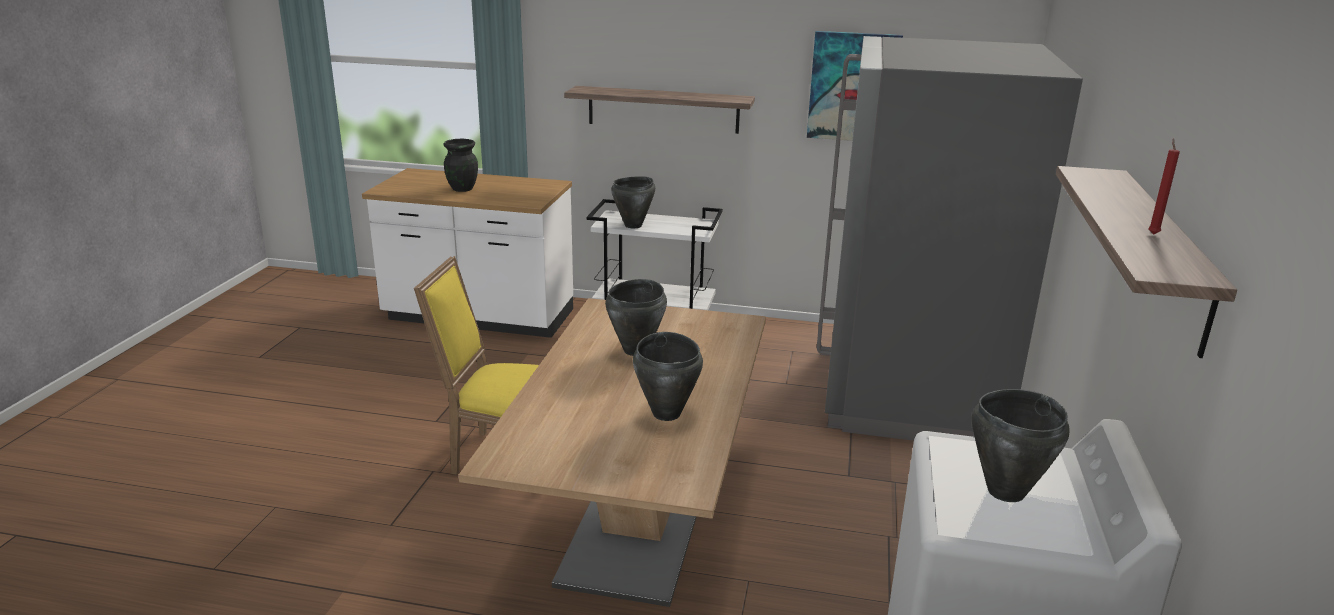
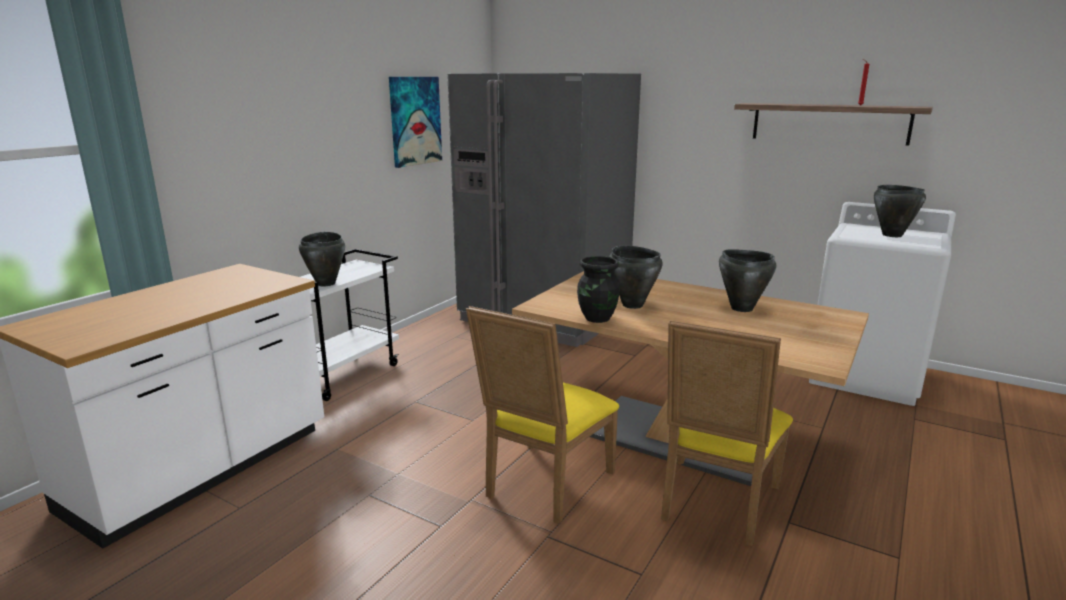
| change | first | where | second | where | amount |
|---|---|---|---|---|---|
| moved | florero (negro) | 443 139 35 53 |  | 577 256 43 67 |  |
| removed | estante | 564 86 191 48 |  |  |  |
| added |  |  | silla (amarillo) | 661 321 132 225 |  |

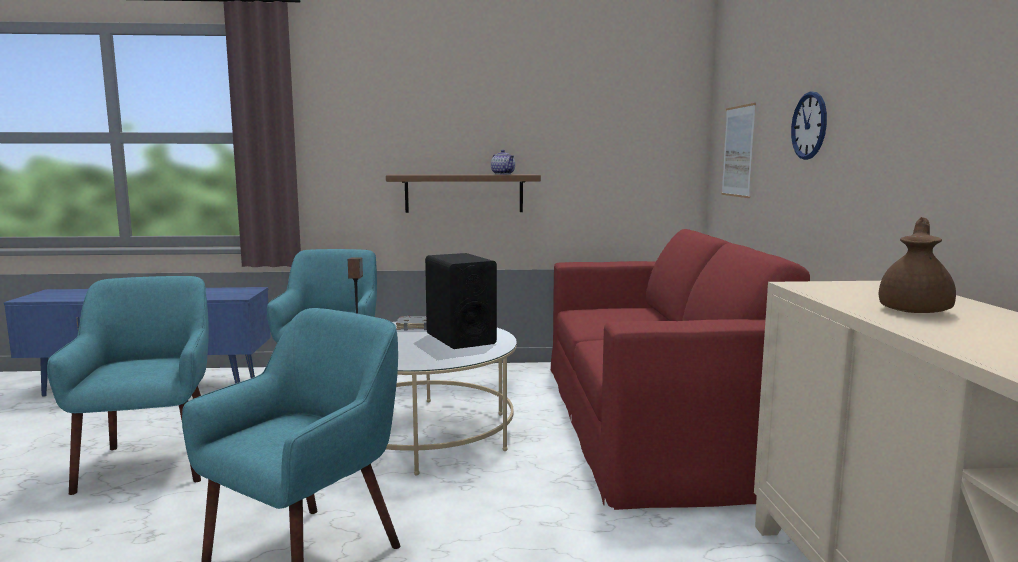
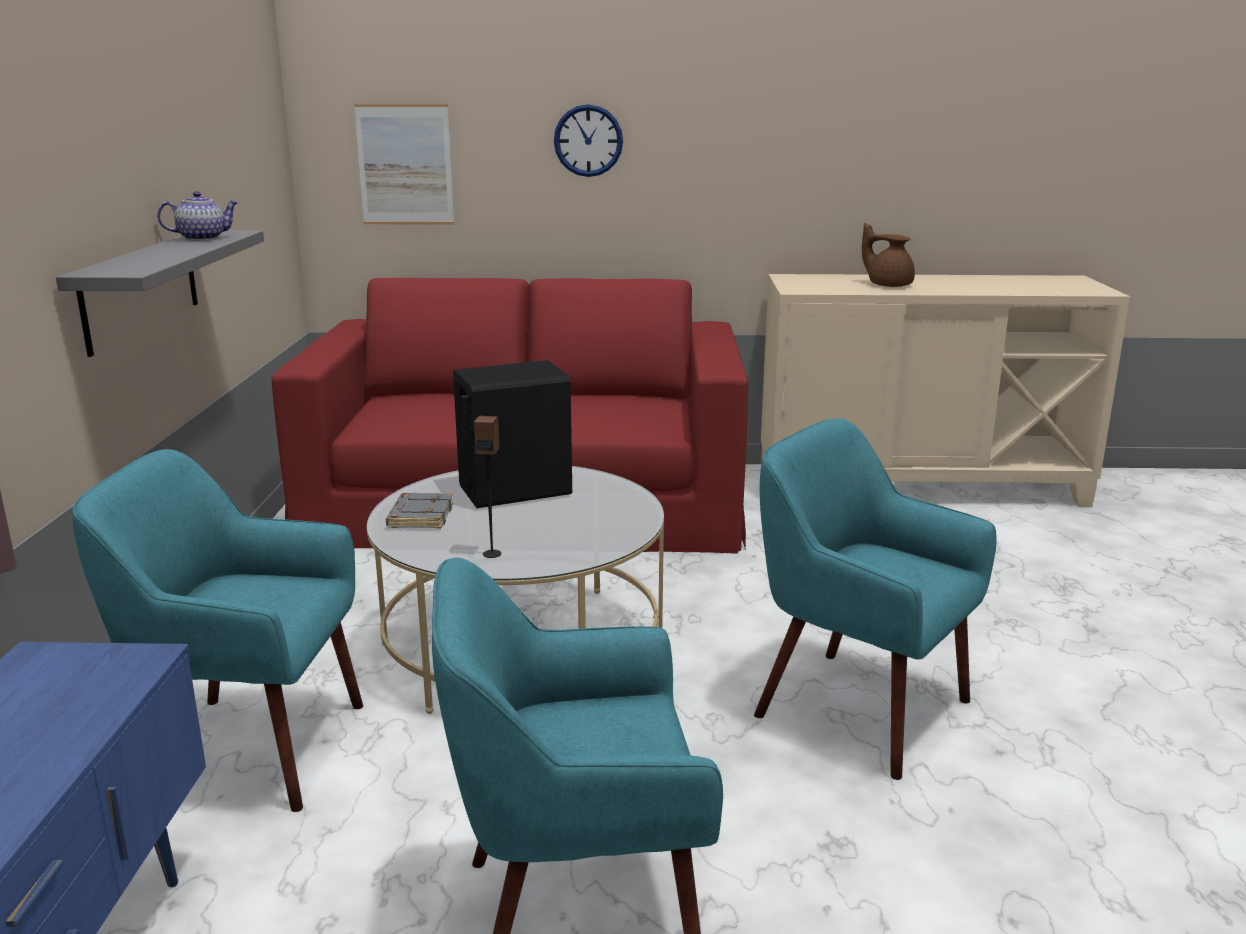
| change | first | where | second | where | amount |
|---|---|---|---|---|---|
| recoloured | estante (marrón) | 386 174 155 39 | estante (gris) | 56 230 208 127 |  |

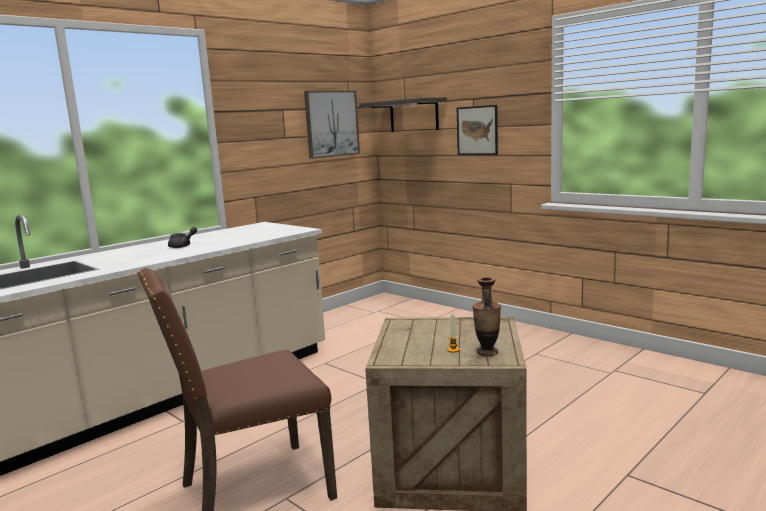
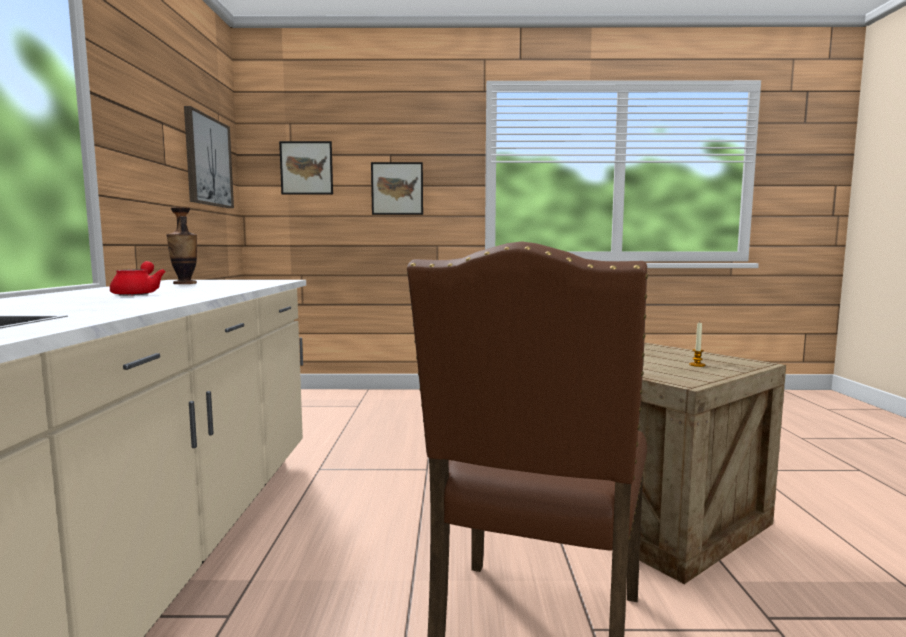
| change | first | where | second | where | amount |
|---|---|---|---|---|---|
| recoloured | tetera (gris) | 168 227 29 21 | tetera (rojo) | 110 261 56 35 |  |
| replaced | estante | 359 97 88 35 | cuadro | 279 141 54 54 |  |
| moved | florero | 473 277 28 80 |  | 167 207 30 77 |  |

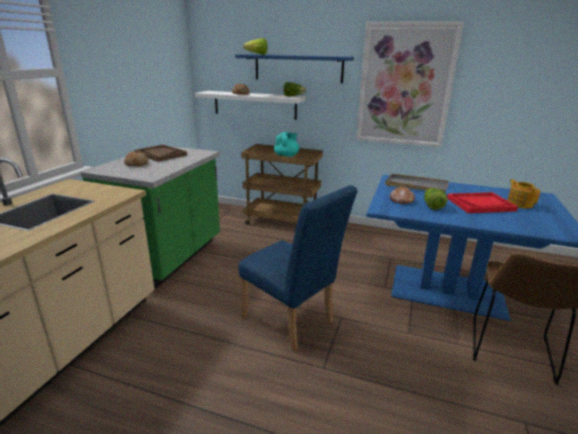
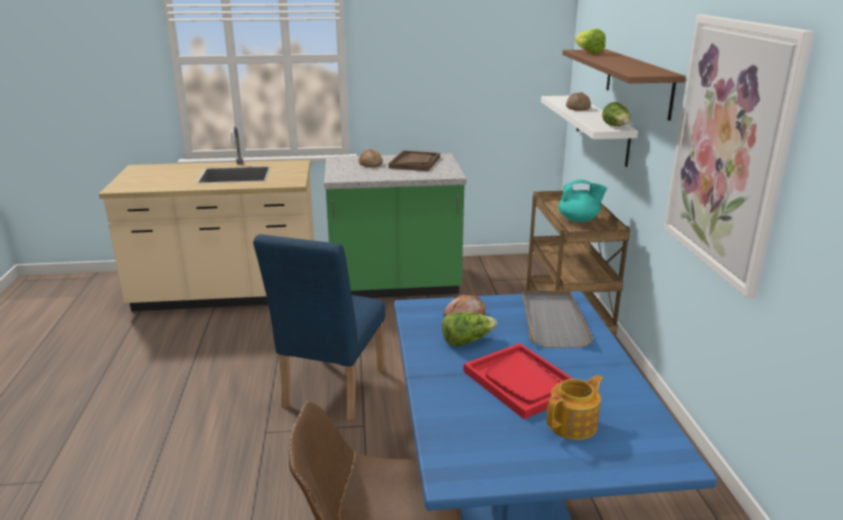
| change | first | where | second | where | amount |
|---|---|---|---|---|---|
| recoloured | estante (azul) | 235 54 119 29 | estante (marrón) | 563 49 123 72 |  |

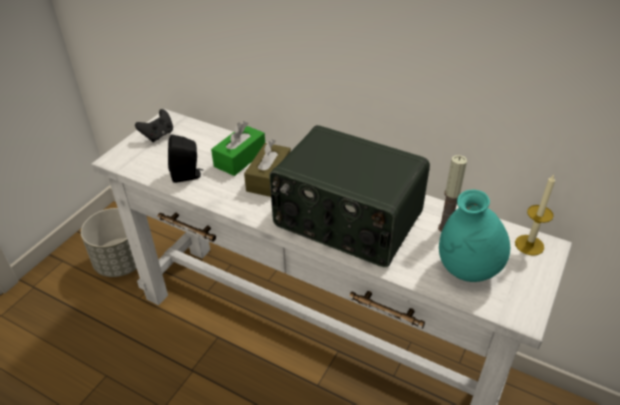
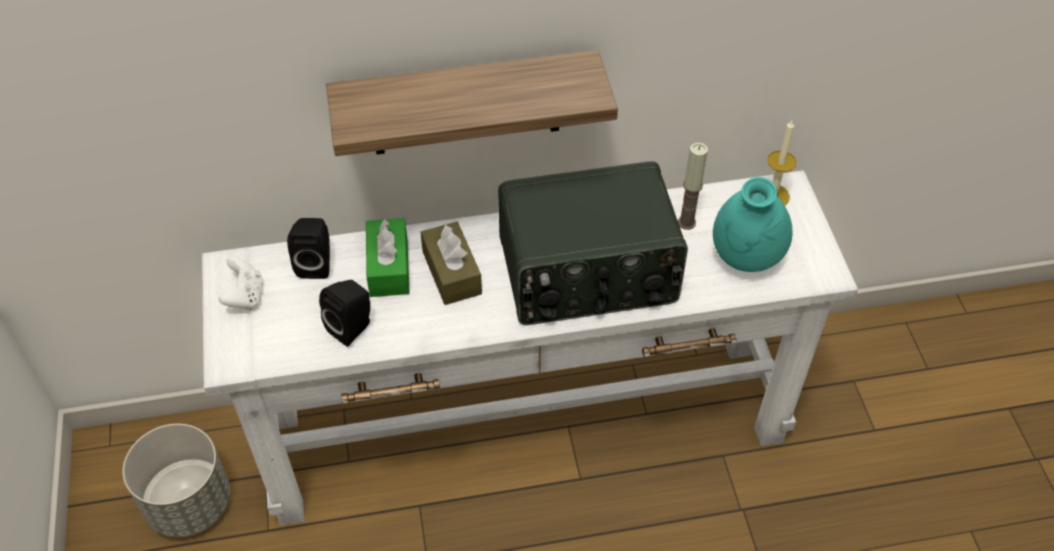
| change | first | where | second | where | amount |
|---|---|---|---|---|---|
| recoloured | mando de consola (negro) | 135 109 38 33 | mando de consola (blanco) | 218 257 46 53 |  |
| added |  |  | altavoz (negro) | 287 218 43 61 |  |
| added |  |  | estante | 326 50 292 106 |  |

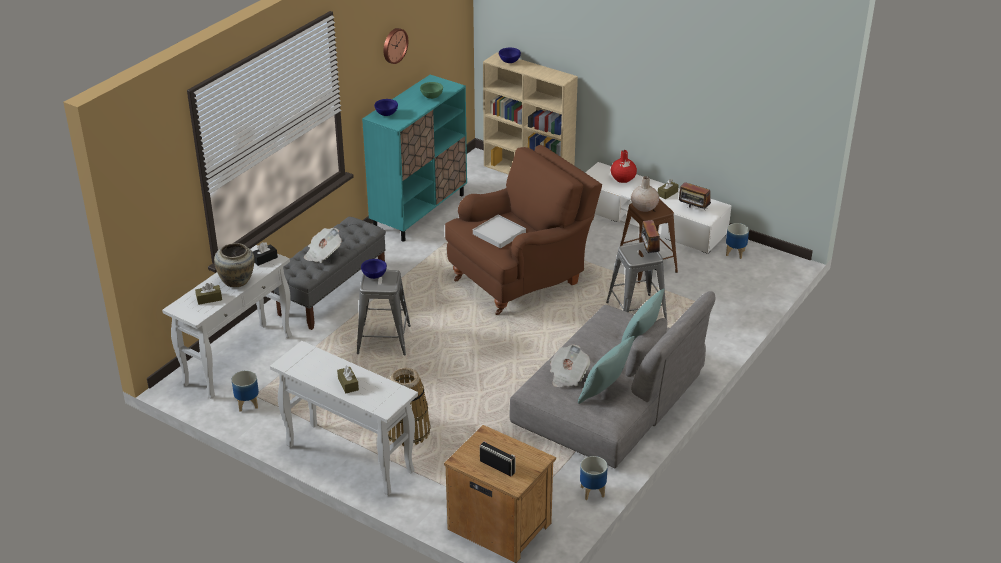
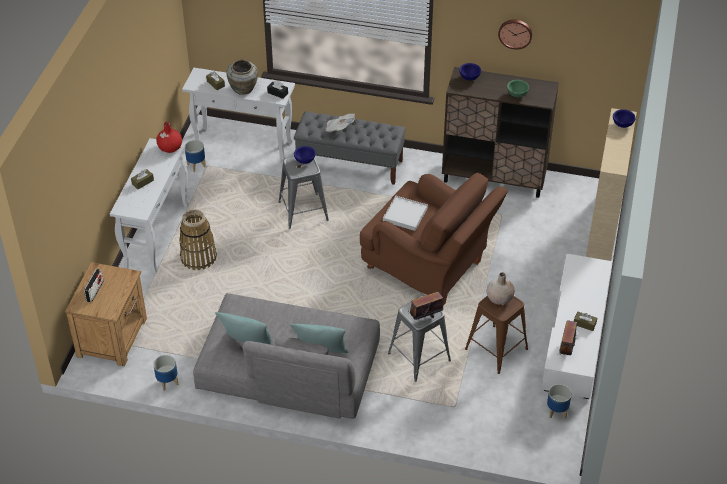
| change | first | where | second | where | amount |
|---|---|---|---|---|---|
| recoloured | armario (turquesa) | 362 75 105 167 | armario (marrón) | 442 67 117 131 |  |
| removed | periódico | 550 345 40 42 |  |  |  |
| moved | florero (rojo) | 611 150 26 33 |  | 156 122 26 31 |  |

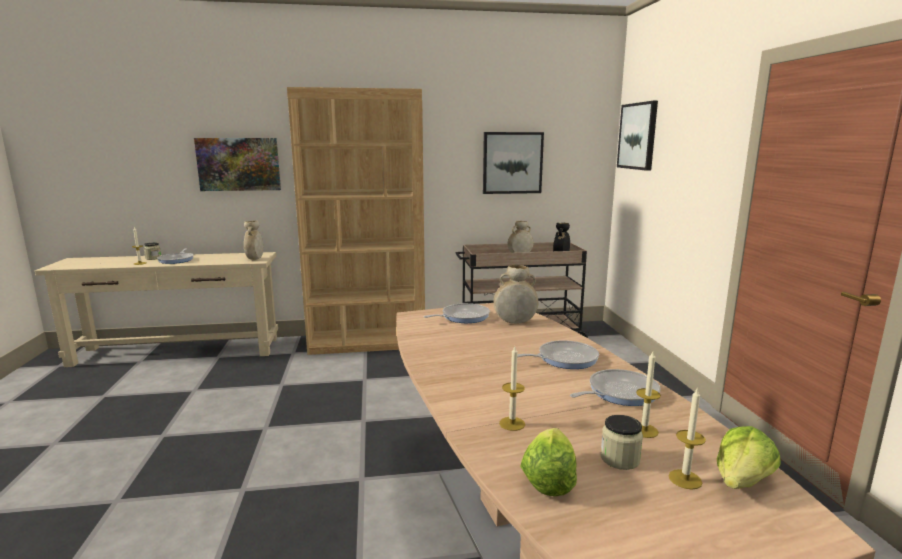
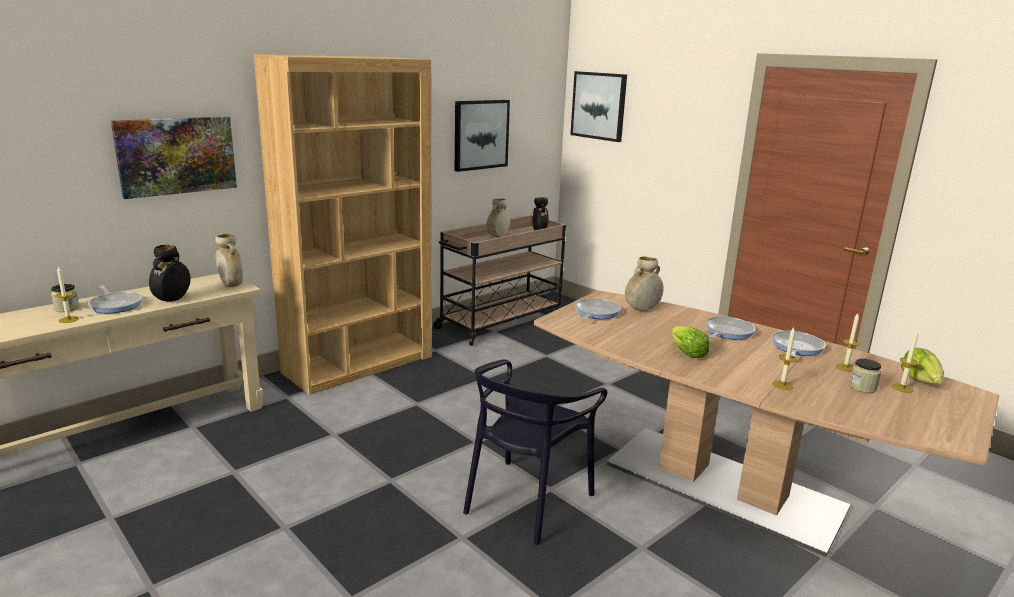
| change | first | where | second | where | amount |
|---|---|---|---|---|---|
| moved | lechuga | 520 428 57 68 |  | 672 326 38 32 |  |
| added |  |  | florero (negro) | 149 245 41 56 |  |
| added |  |  | silla (negro) | 463 359 144 186 |  |

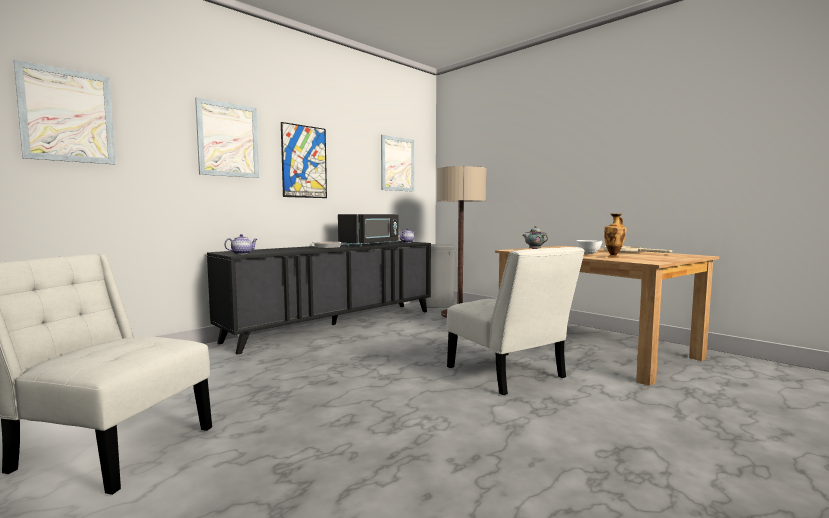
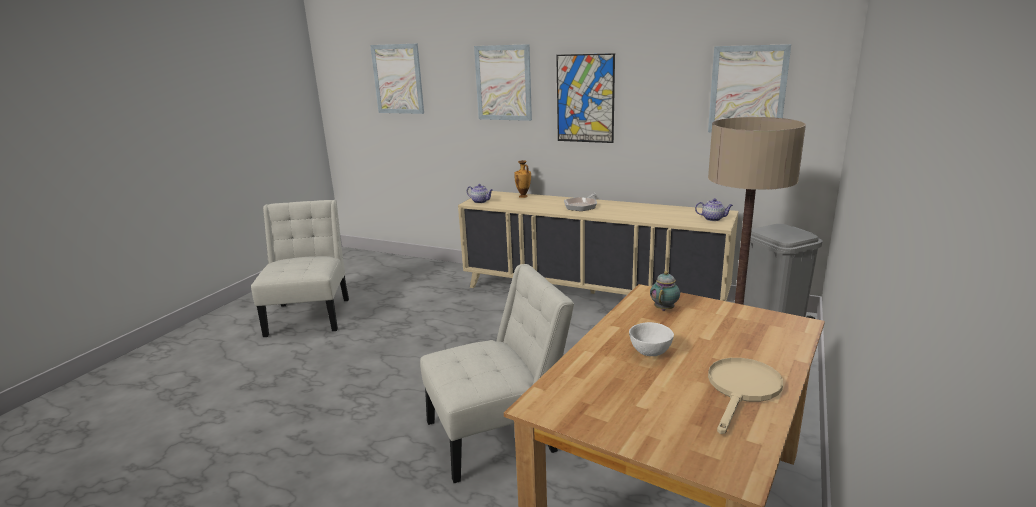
| change | first | where | second | where | amount |
|---|---|---|---|---|---|
| recoloured | armario (negro) | 207 241 224 114 | armario (beis) | 458 191 280 110 |  |
| removed | microondas (negro) | 338 214 61 32 |  |  |  |
| turned | silla (blanco) | 447 247 138 148 |  | 420 264 154 219 | 150 degrees counterclockwise |
| moved | florero | 604 214 23 44 |  | 514 160 17 38 |  |

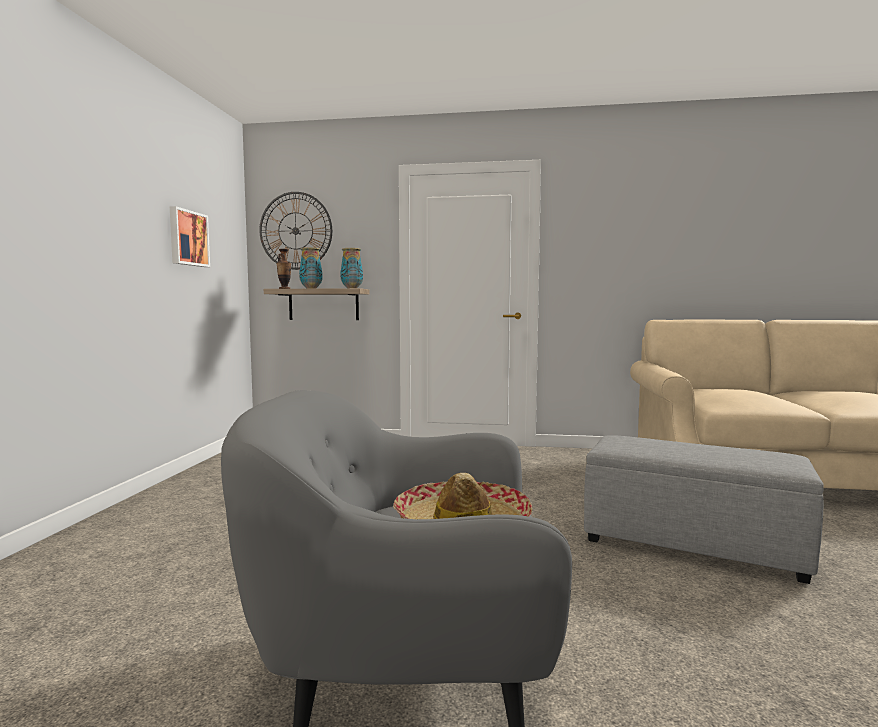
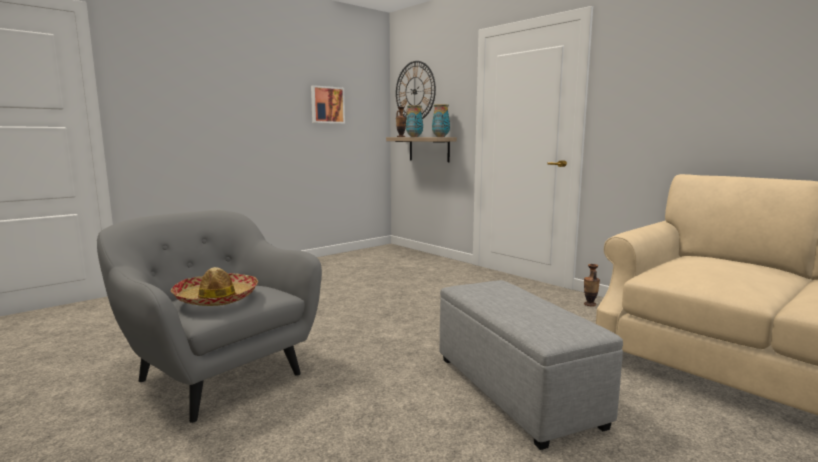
| change | first | where | second | where | amount |
|---|---|---|---|---|---|
| added |  |  | florero | 584 264 16 42 |  |

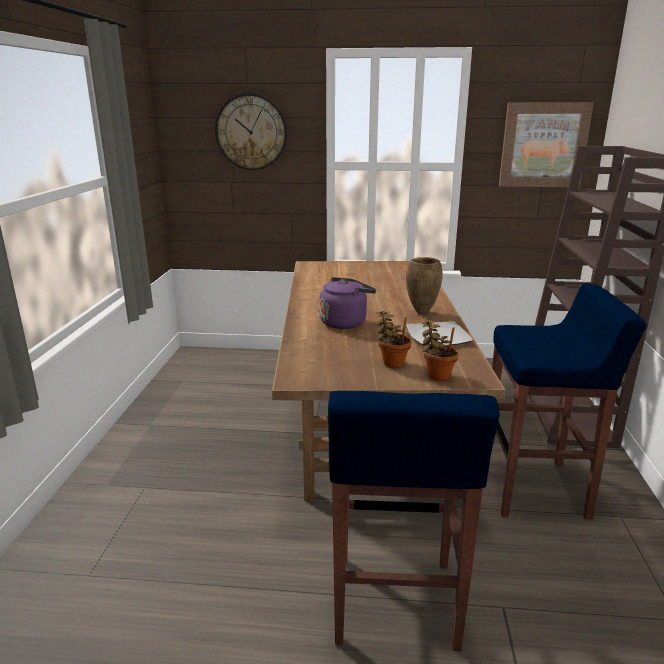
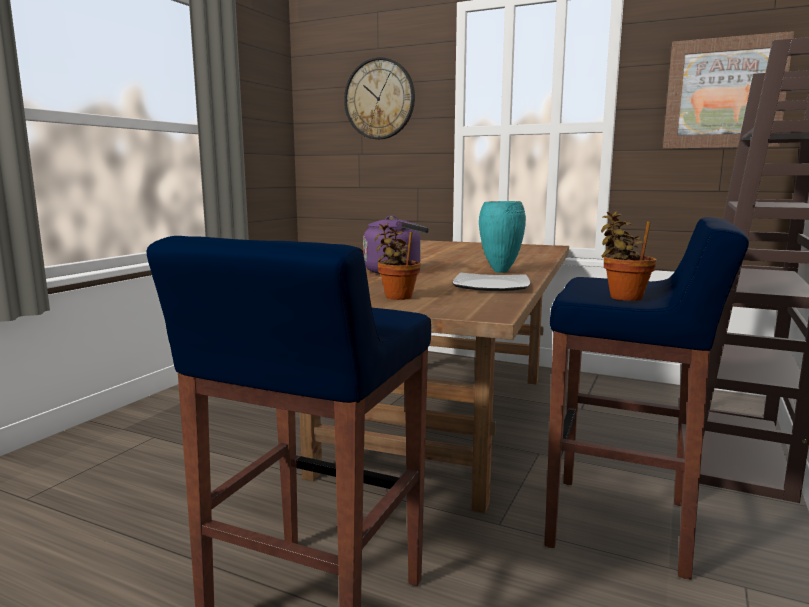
| change | first | where | second | where | amount |
|---|---|---|---|---|---|
| recoloured | florero (marrón) | 406 257 37 58 | florero (turquesa) | 479 201 47 72 |  |
| moved | planta en maceta | 421 320 38 61 |  | 601 212 56 89 |  |

